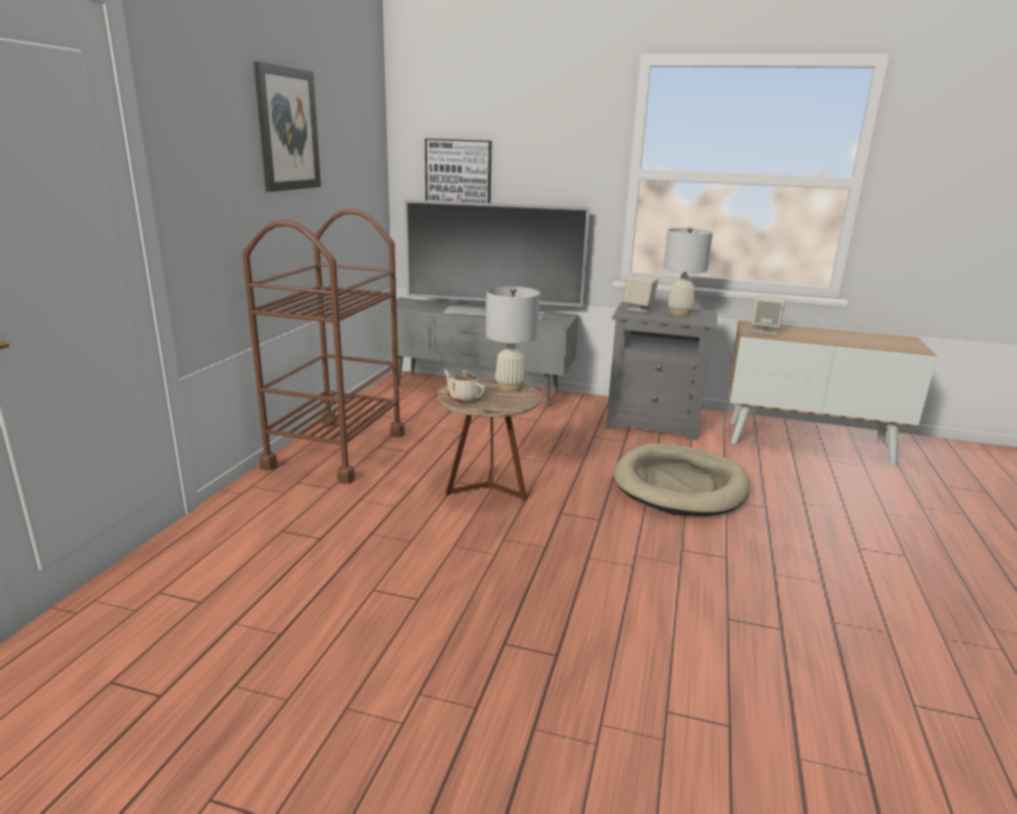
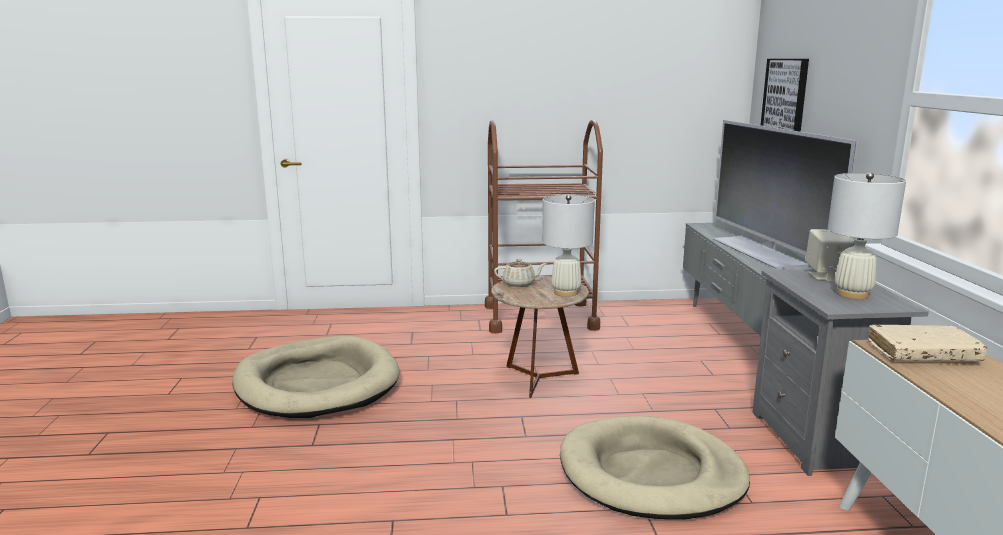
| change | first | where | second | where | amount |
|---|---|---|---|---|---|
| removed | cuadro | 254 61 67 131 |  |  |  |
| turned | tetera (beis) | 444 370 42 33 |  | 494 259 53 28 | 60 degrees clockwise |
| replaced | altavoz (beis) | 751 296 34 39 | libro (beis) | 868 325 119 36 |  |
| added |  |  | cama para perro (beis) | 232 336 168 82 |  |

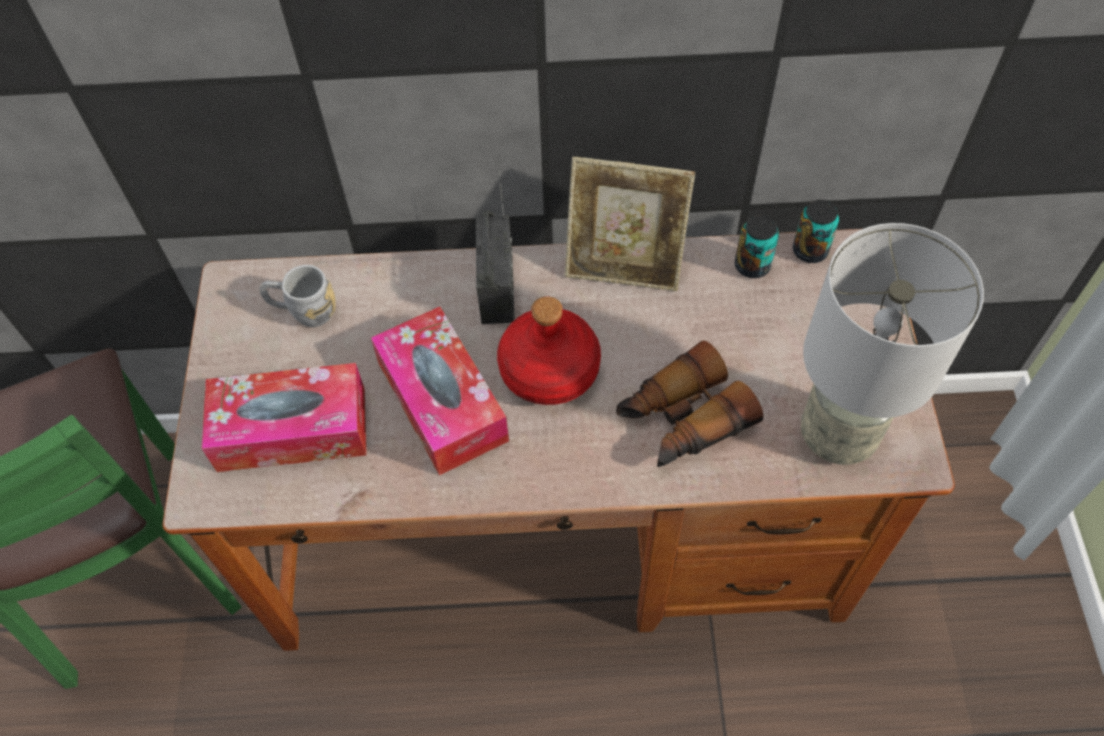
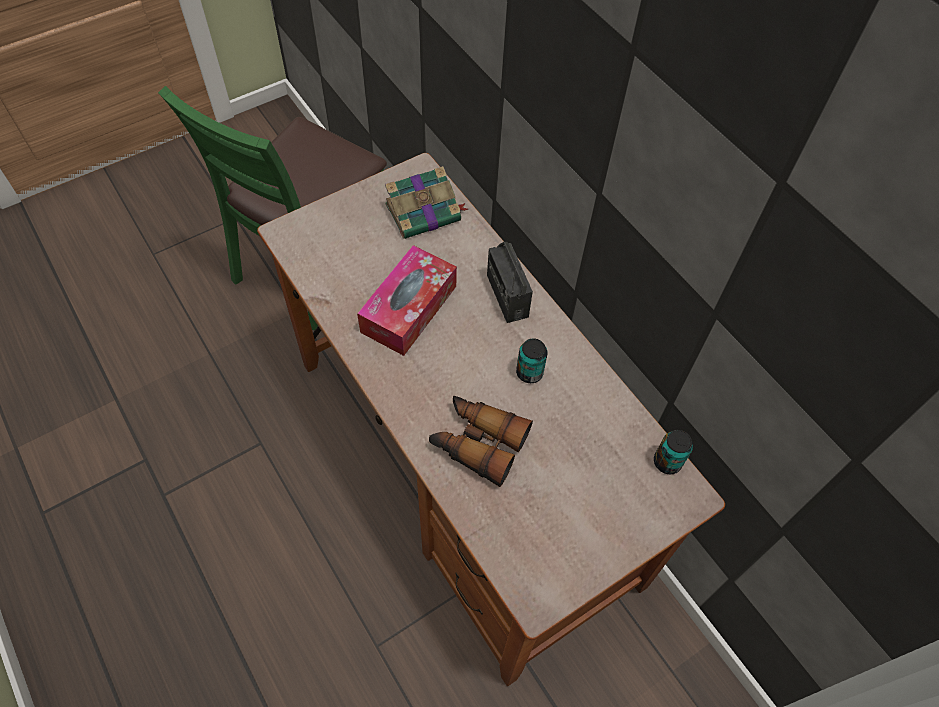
| change | first | where | second | where | amount |
|---|---|---|---|---|---|
| removed | caja de pañuelos | 202 363 164 109 |  |  |  |
| replaced | taza grande (gris) | 260 265 76 62 | libro | 385 166 83 73 |  |
| turned | radio | 476 170 38 154 |  | 487 242 46 81 | 105 degrees clockwise |
| removed | botella (rojo) | 497 297 104 108 |  |  |  |
| removed | portarretratos | 565 157 130 134 |  |  |  |
| moved | lata | 735 215 44 63 |  | 516 338 32 45 |  |
| removed | lámpara de mesa (gris) | 801 223 183 242 |  |  |  |

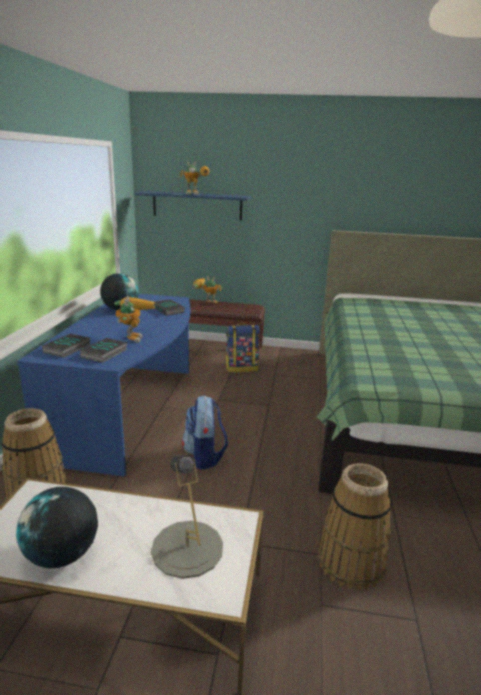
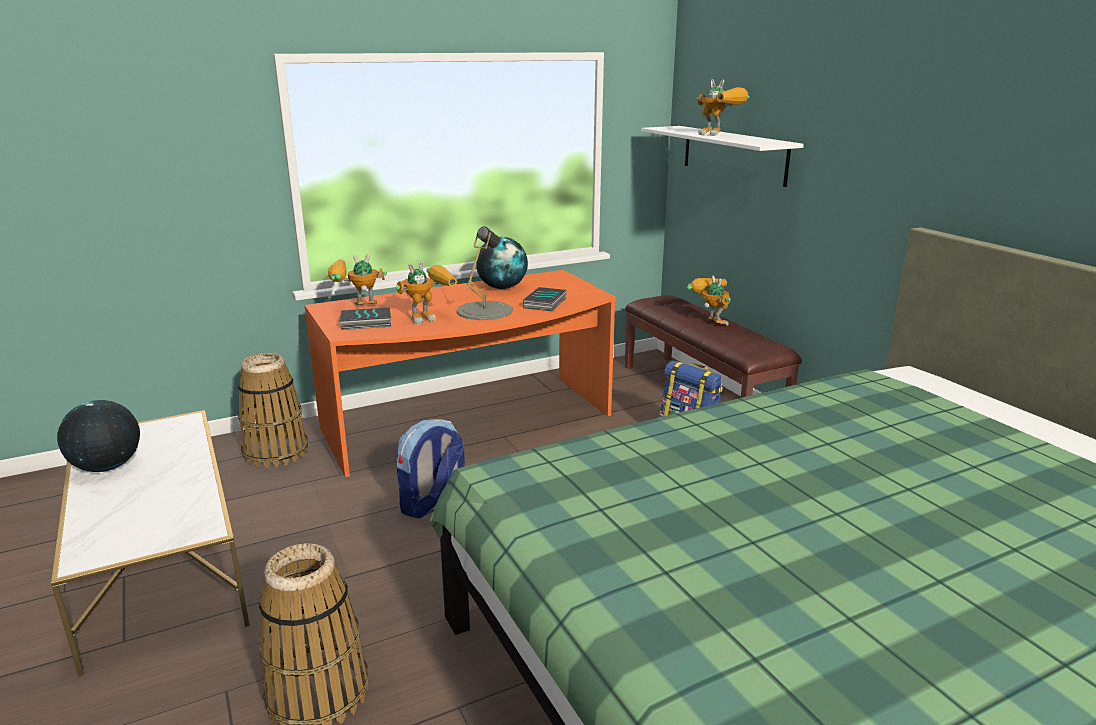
| change | first | where | second | where | amount |
|---|---|---|---|---|---|
| recoloured | escritorio (azul) | 17 294 173 183 | escritorio (naranja) | 304 270 311 207 |  |
| replaced | libro | 42 334 49 24 | robot de juguete | 328 254 59 51 |  |
| recoloured | estante (azul) | 134 191 117 29 | estante (blanco) | 641 126 163 61 |  |
| moved | lámpara de mesa (gris) | 151 455 72 124 |  | 456 227 57 93 |  |

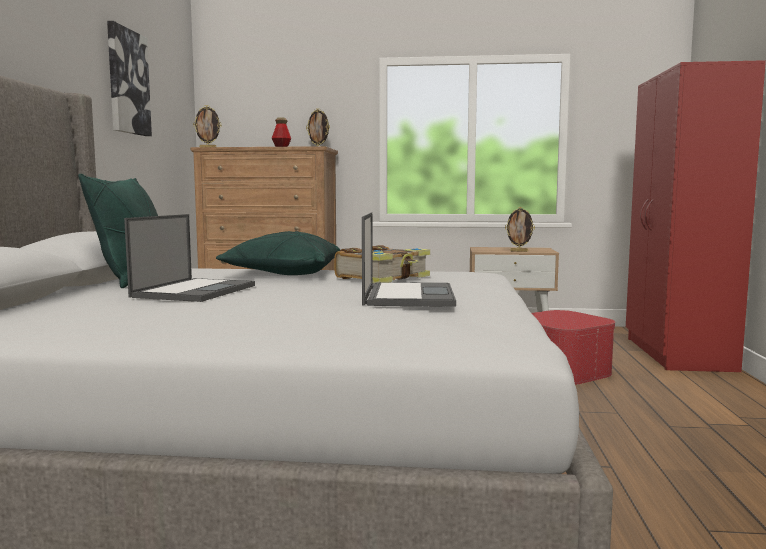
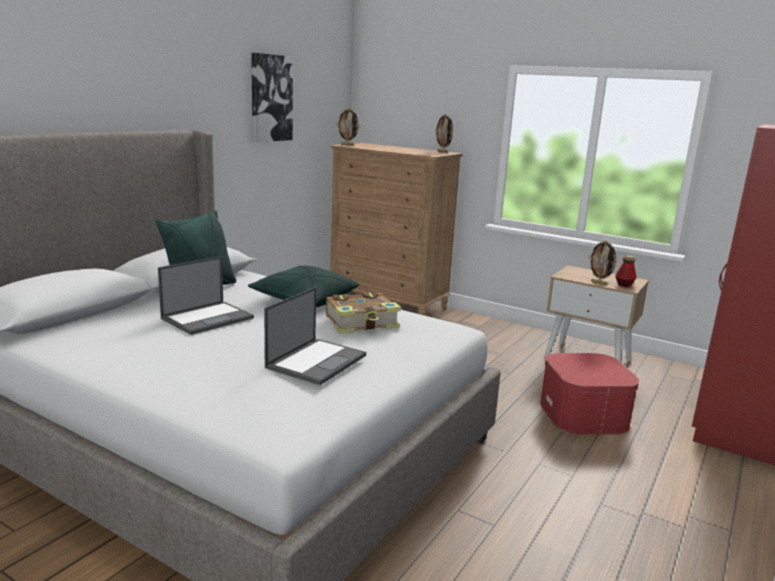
| change | first | where | second | where | amount |
|---|---|---|---|---|---|
| moved | botella | 272 117 19 30 |  | 615 255 22 32 |  |

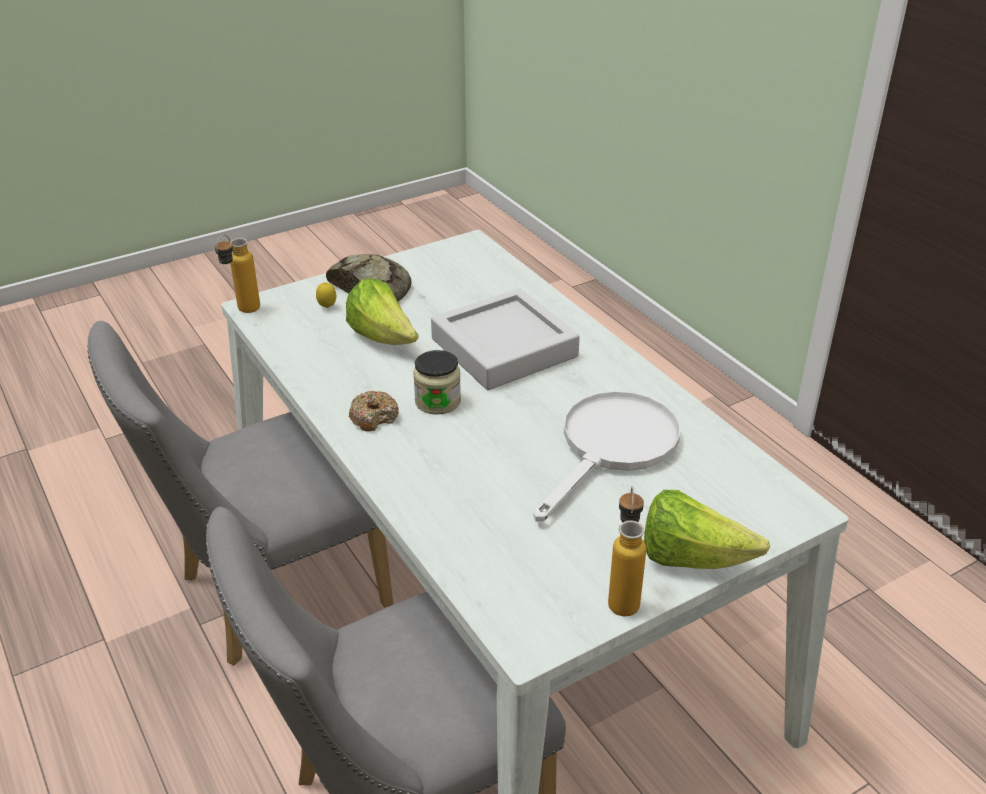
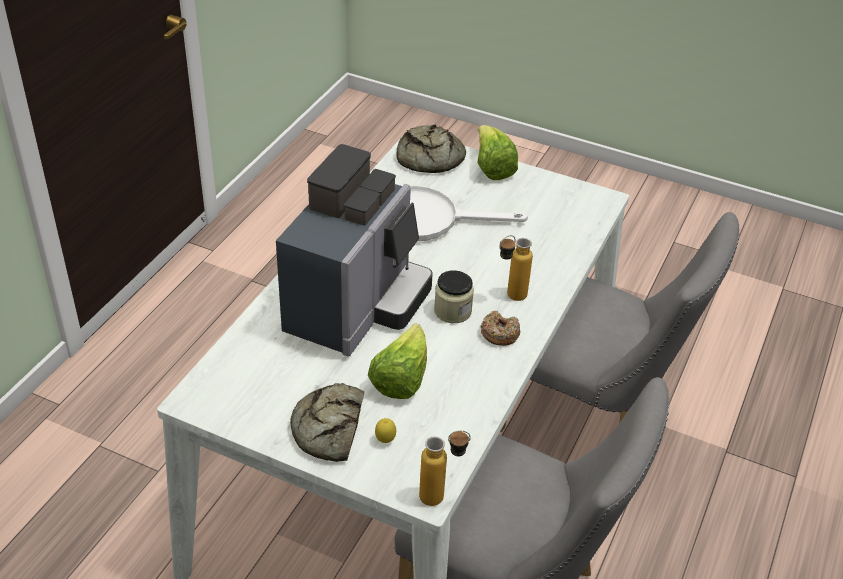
| change | first | where | second | where | amount |
|---|---|---|---|---|---|
| replaced | bandeja (gris) | 431 288 149 102 | cafetera | 276 144 157 212 |  |
| moved | botella | 608 486 38 130 |  | 499 235 34 66 |  |
| added |  |  | pan | 396 124 70 49 |  |

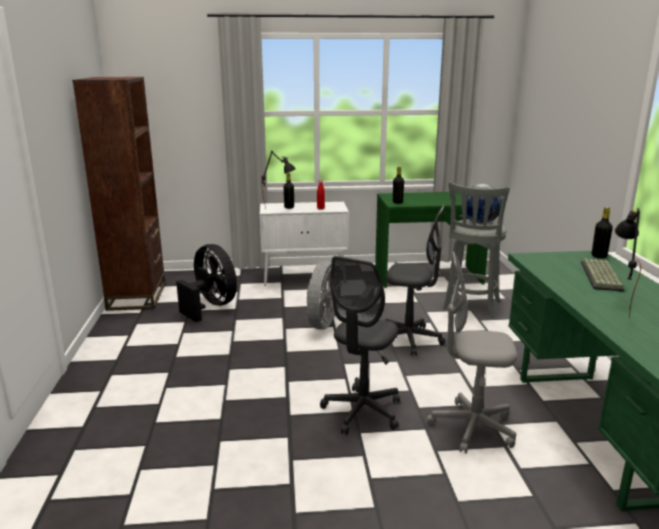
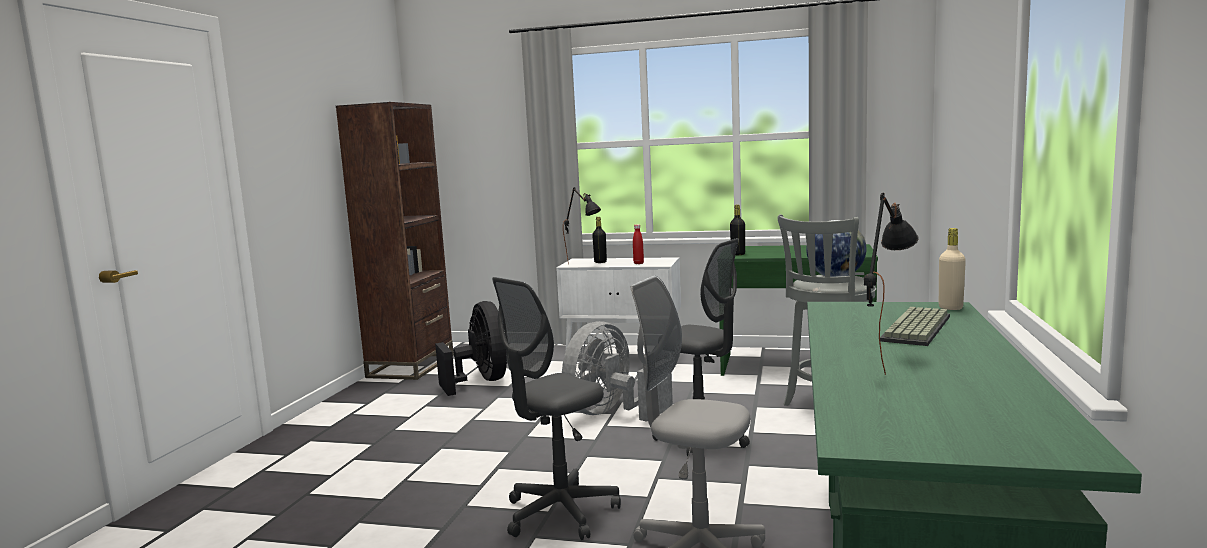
| change | first | where | second | where | amount |
|---|---|---|---|---|---|
| recoloured | botella (negro) | 592 207 21 51 | botella (beis) | 939 228 27 82 |  |

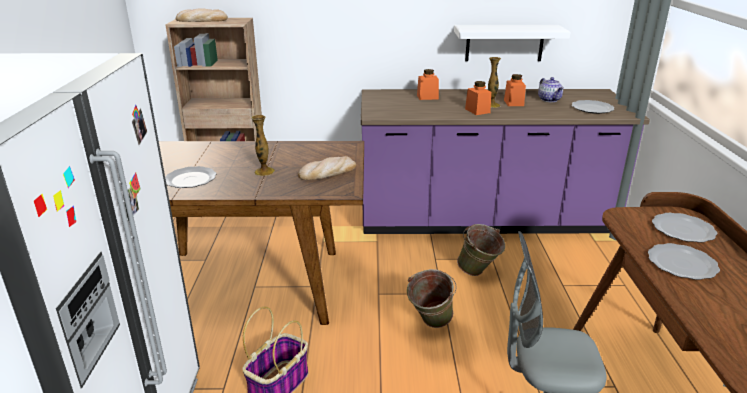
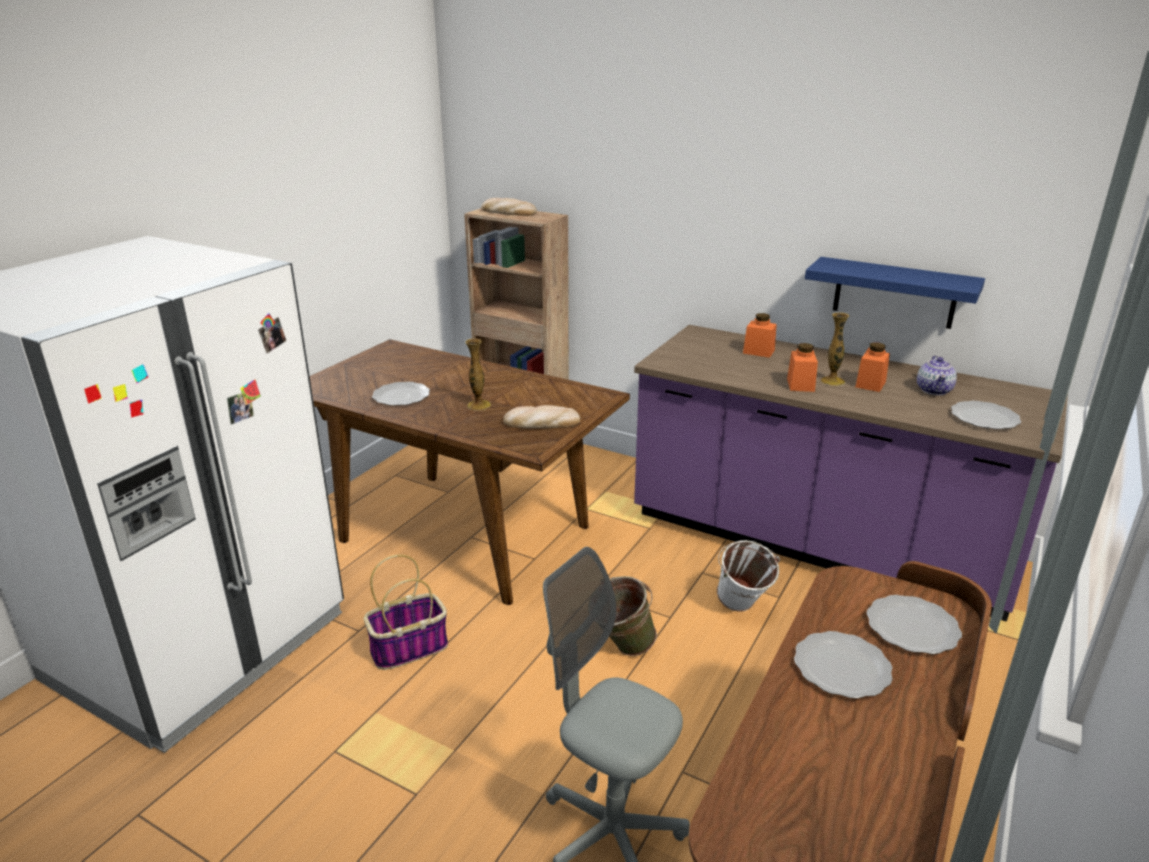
| change | first | where | second | where | amount |
|---|---|---|---|---|---|
| recoloured | estante (blanco) | 454 25 117 36 | estante (azul) | 805 257 180 72 |  |
| recoloured | cubo (verde) | 457 224 48 52 | cubo (blanco) | 717 540 63 72 |  |

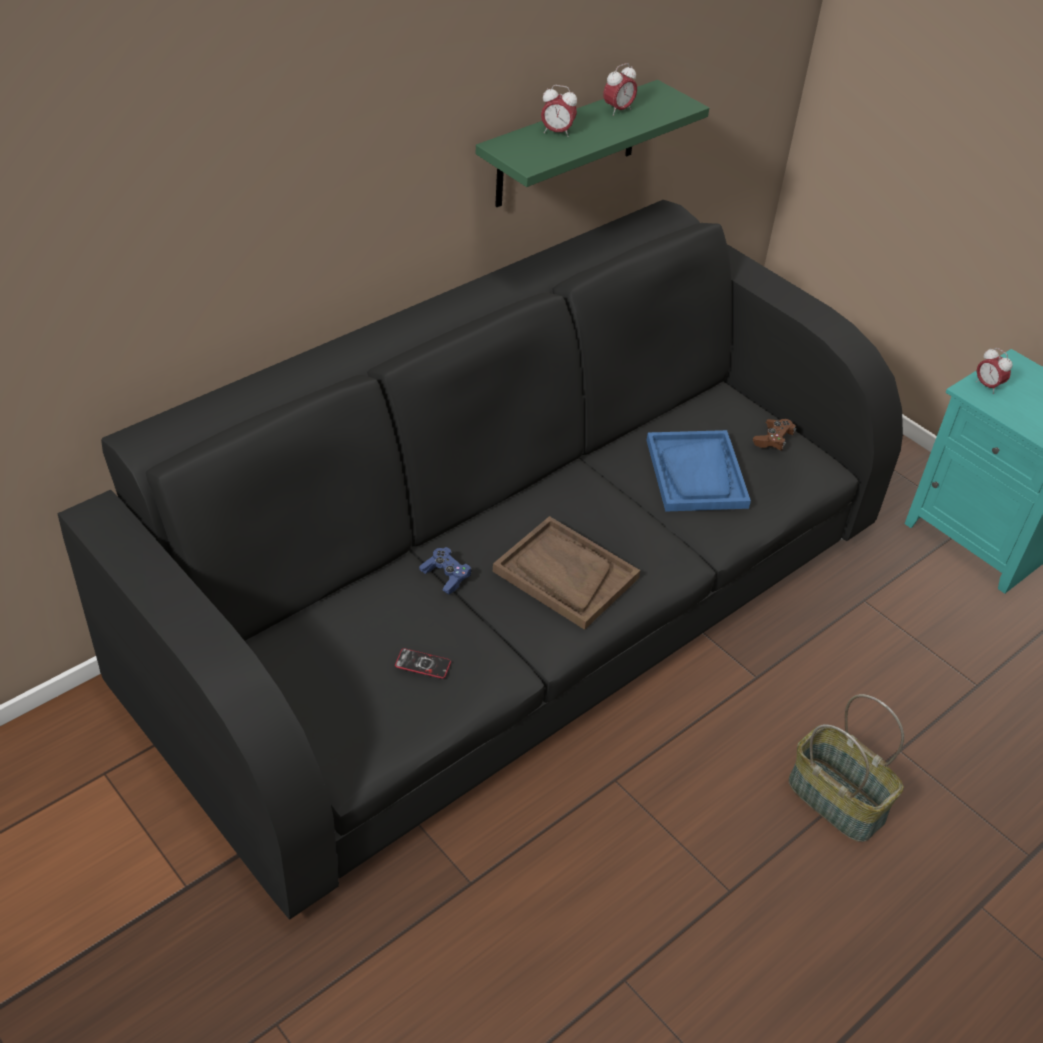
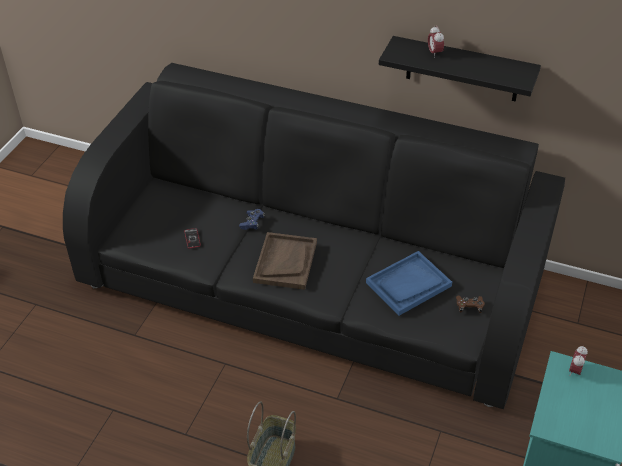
| change | first | where | second | where | amount |
|---|---|---|---|---|---|
| recoloured | estante (verde) | 476 80 233 127 | estante (negro) | 379 36 162 66 |  |
| removed | despertador | 603 63 34 53 |  |  |  |

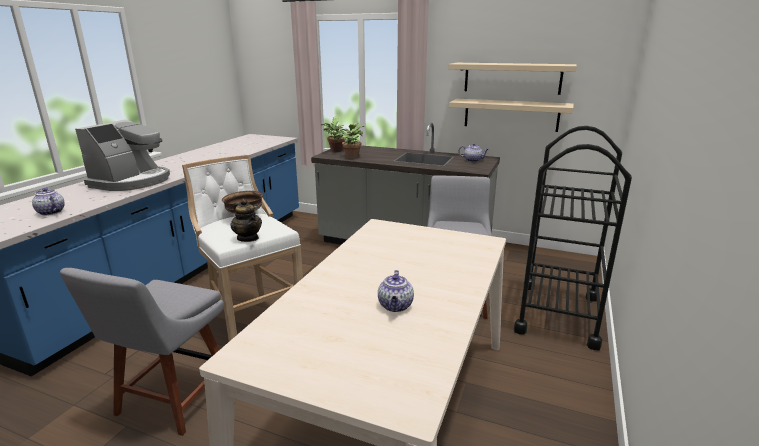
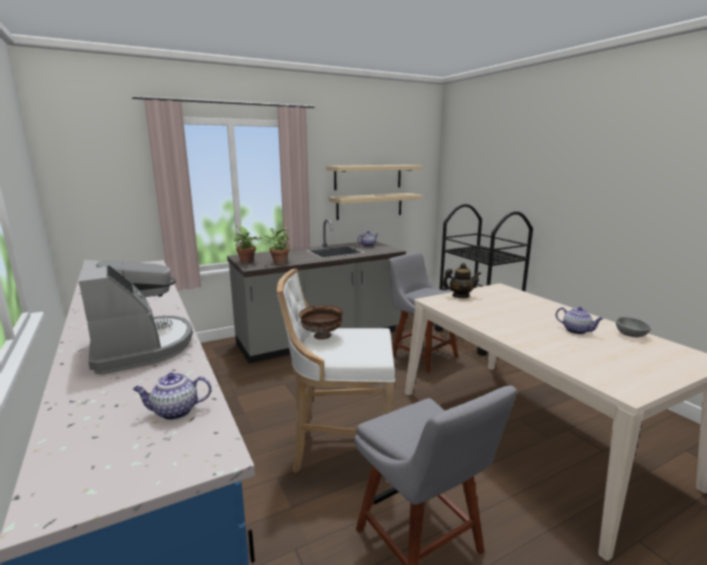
| change | first | where | second | where | amount |
|---|---|---|---|---|---|
| moved | tetera | 230 199 32 43 |  | 442 263 39 35 |  |
| added |  |  | cuenco (gris) | 616 317 35 20 |  |

